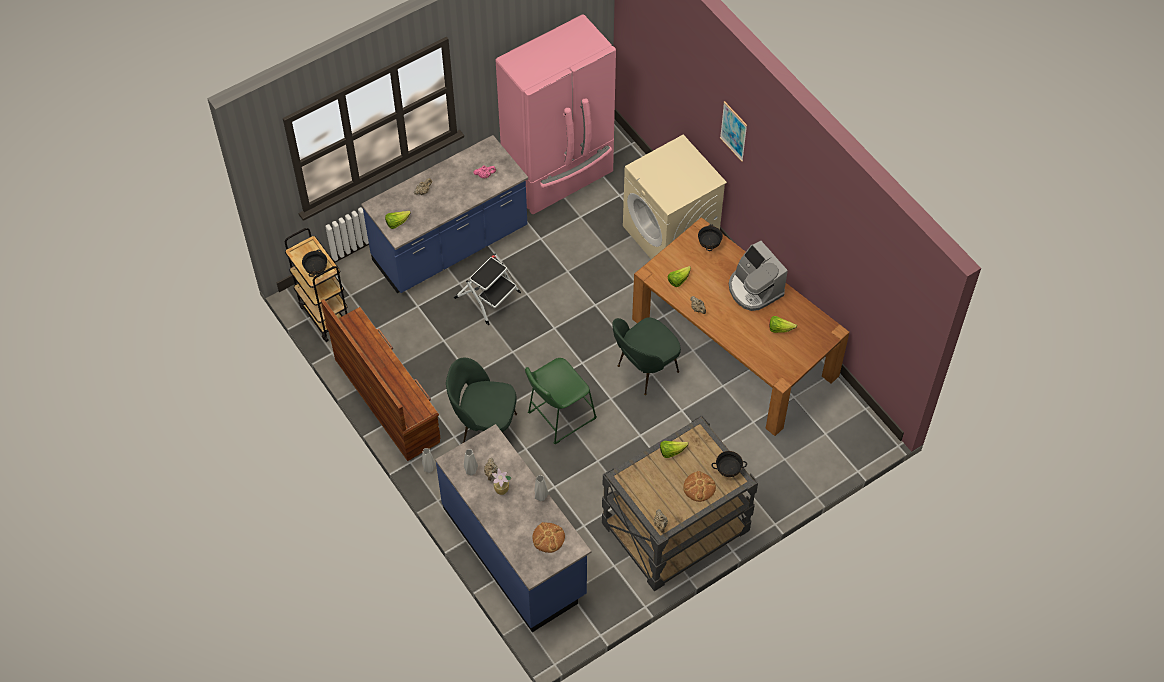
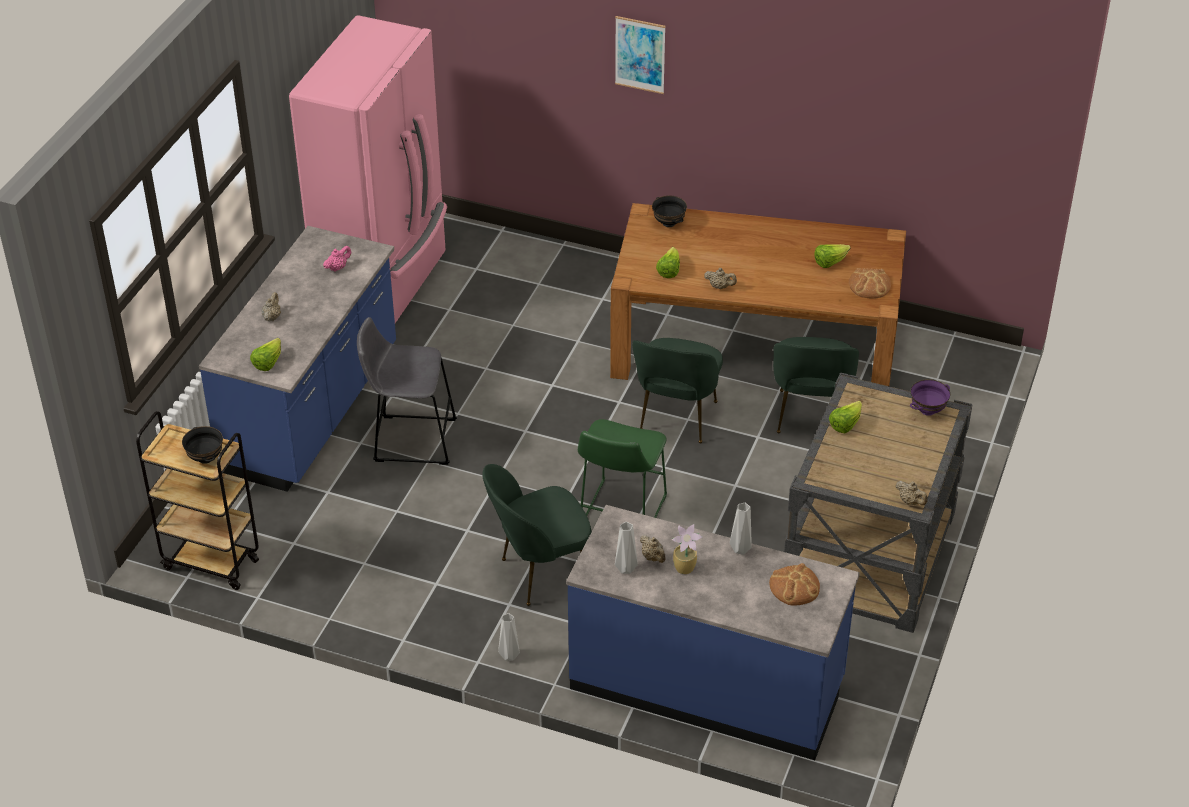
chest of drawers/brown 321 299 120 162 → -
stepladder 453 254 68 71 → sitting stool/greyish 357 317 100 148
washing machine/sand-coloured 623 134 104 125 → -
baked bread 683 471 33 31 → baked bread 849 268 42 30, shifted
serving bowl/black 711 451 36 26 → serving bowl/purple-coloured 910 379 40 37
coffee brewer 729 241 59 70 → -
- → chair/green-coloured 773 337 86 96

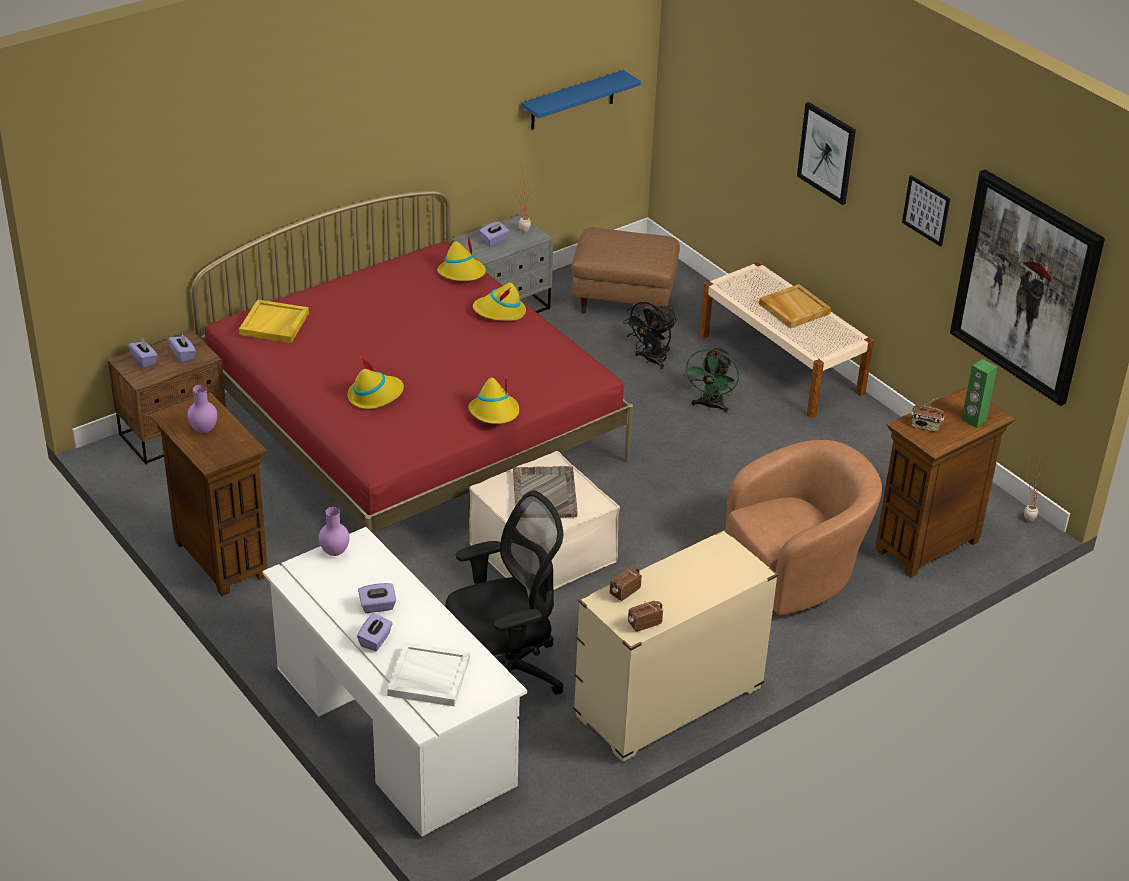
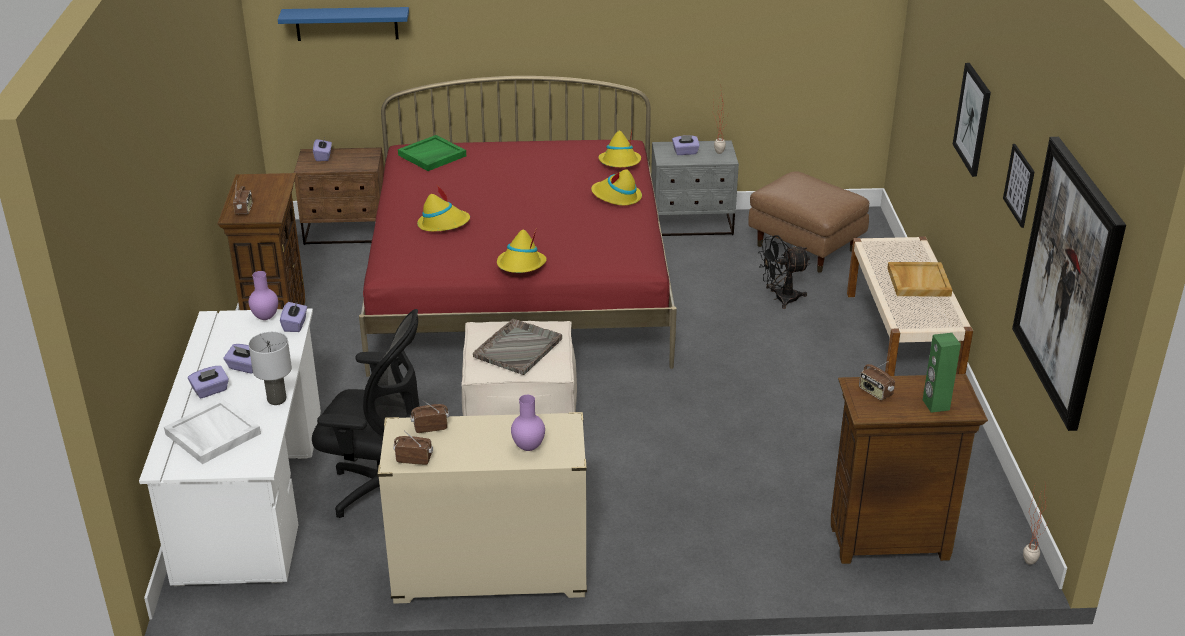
box of tissues/purple-coloured 168 333 28 30 → box of tissues/purple-coloured 280 301 27 31, shifted
vase/purple-coloured 188 385 29 48 → vase/purple-coloured 511 395 34 56, shifted
tray/yellowish 239 300 70 43 → tray/green-coloured 398 135 68 36
shelf/bluish 522 70 119 60 → shelf/bluish 278 7 131 34, shifted
electric fan/green-coloured 683 347 56 66 → -
armchair/brown 725 440 157 175 → -
- → radio set 233 186 20 29
- → tabletop lamp/white-coloured 249 332 43 73

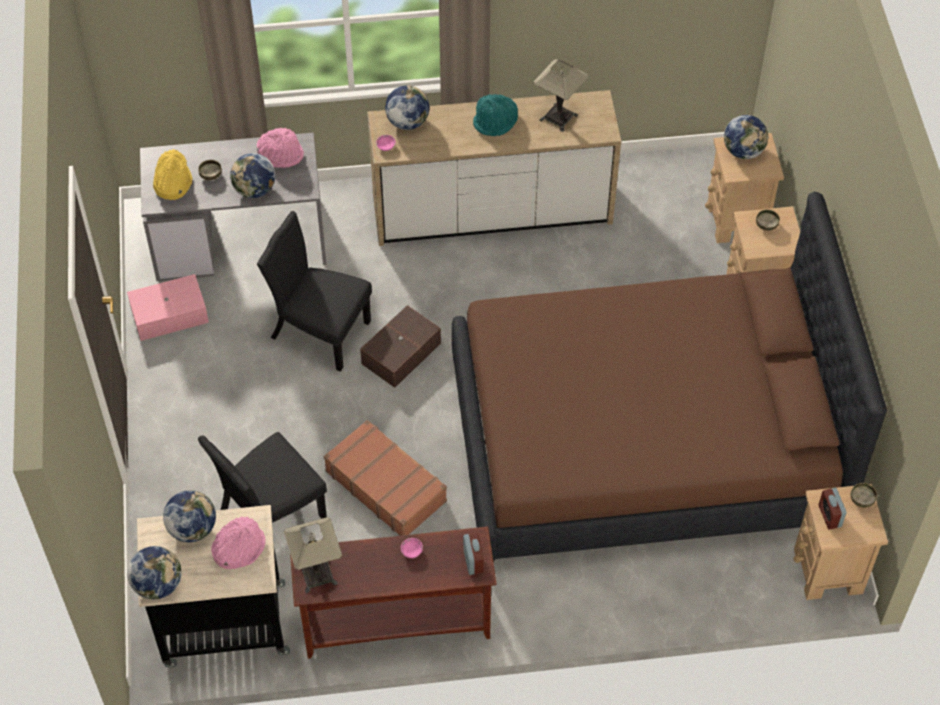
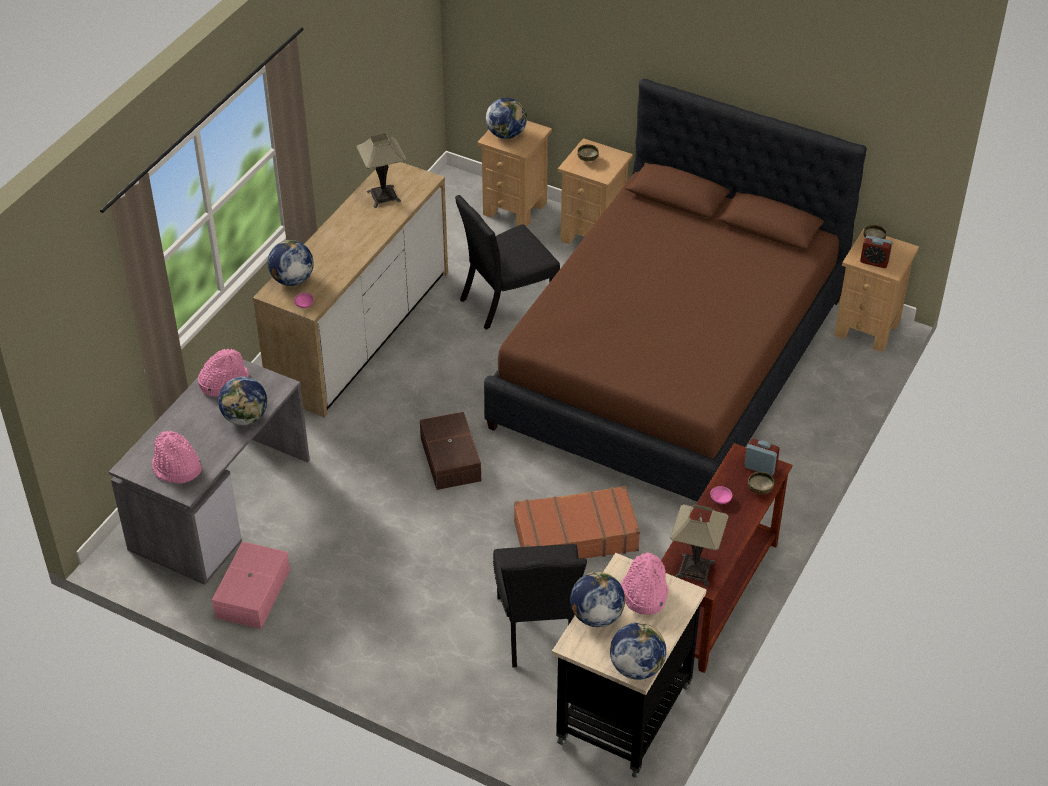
wearable hat/yellowish 153 149 39 51 → wearable hat/pink 152 430 50 54
serving bowl 198 160 24 20 → serving bowl 748 472 26 23, shifted
chair/black 257 211 115 161 → chair/black 455 195 105 135, shifted
wearable hat/turquoise-coloured 473 94 45 42 → -

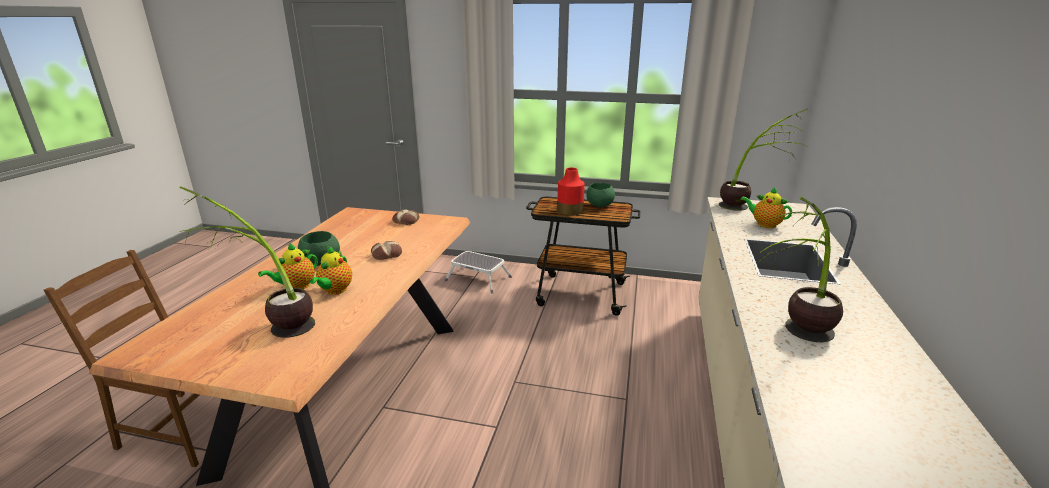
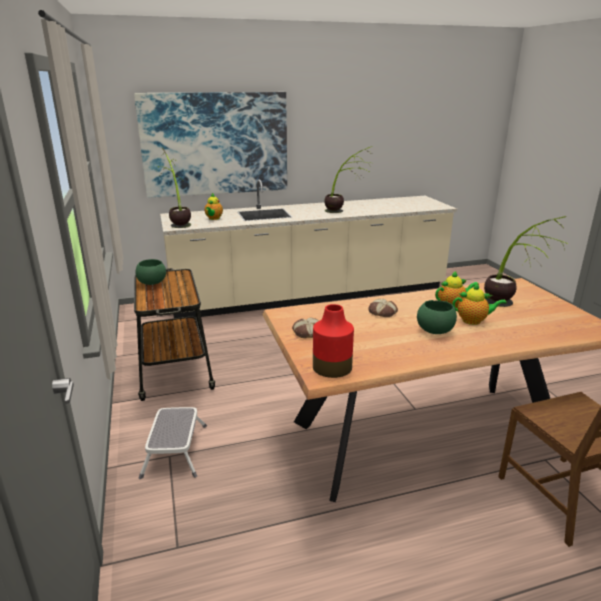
vase/red 557 168 28 48 → vase/red 313 304 41 74, shifted
- → wall picture 134 92 153 106

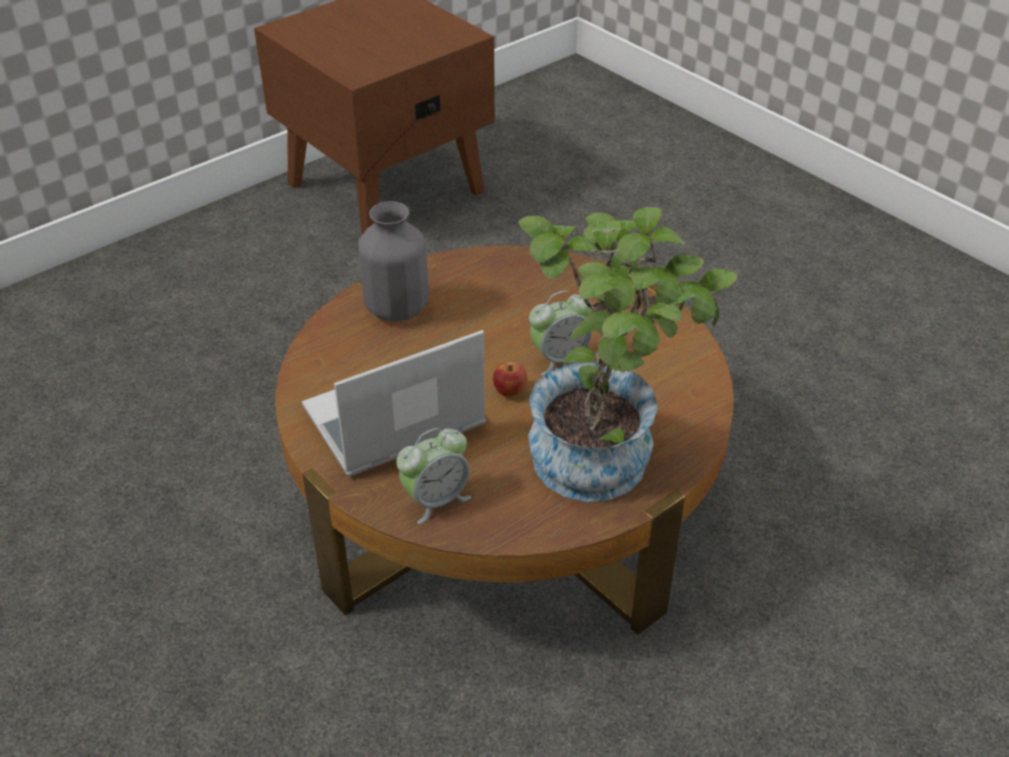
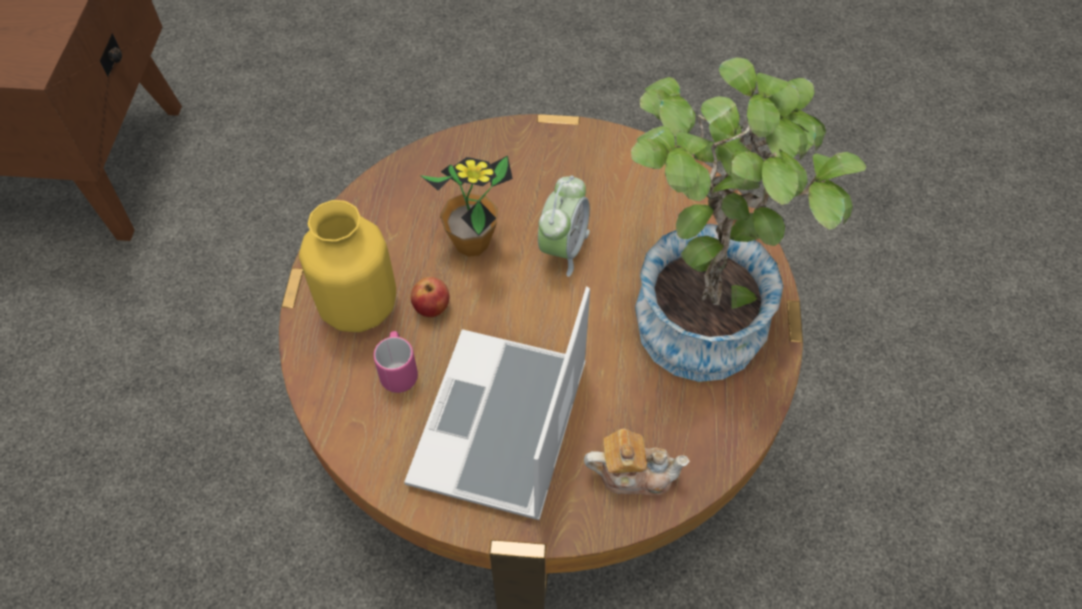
vase/greyish 358 201 71 121 → vase/yellowish 299 200 97 132
alarm clock 396 428 75 96 → teapot 584 429 106 67
apple fruit 493 361 34 36 → apple fruit 411 277 39 40, shifted
- → tea mug/pink 373 331 45 62
- → potted plant 420 155 93 102

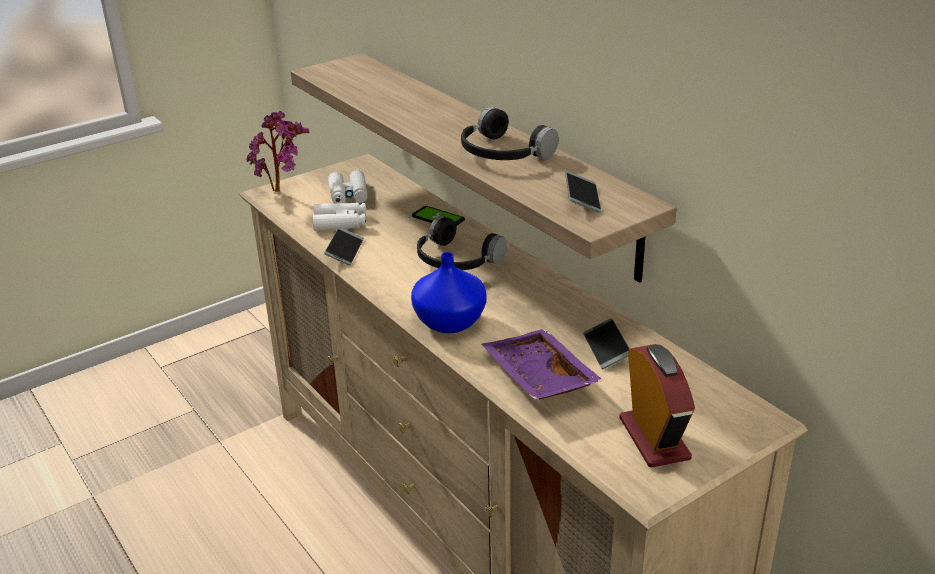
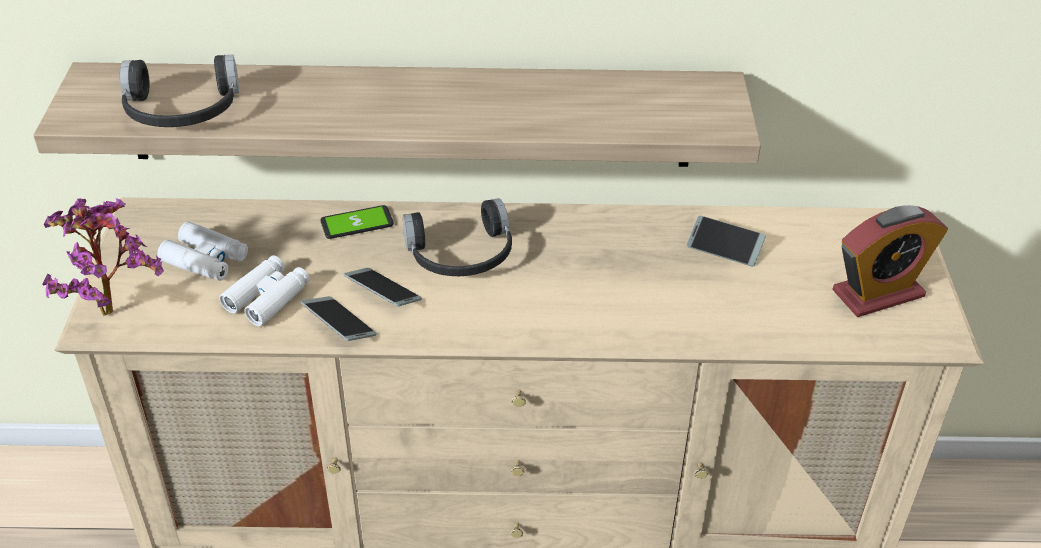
vase/bluish 411 252 75 81 → -
headset/black 461 107 98 53 → headset/black 120 54 119 73, shifted
tray/purple-coloured 482 329 122 71 → -
telephone 565 171 36 42 → telephone 344 268 78 38, shifted
alarm clock 619 344 76 124 → alarm clock 832 205 116 112, 135 degrees clockwise

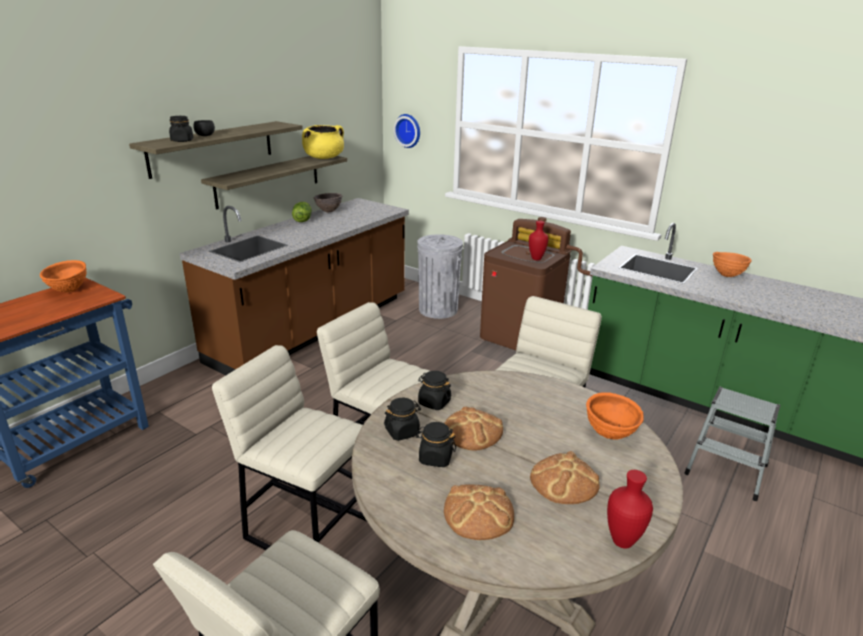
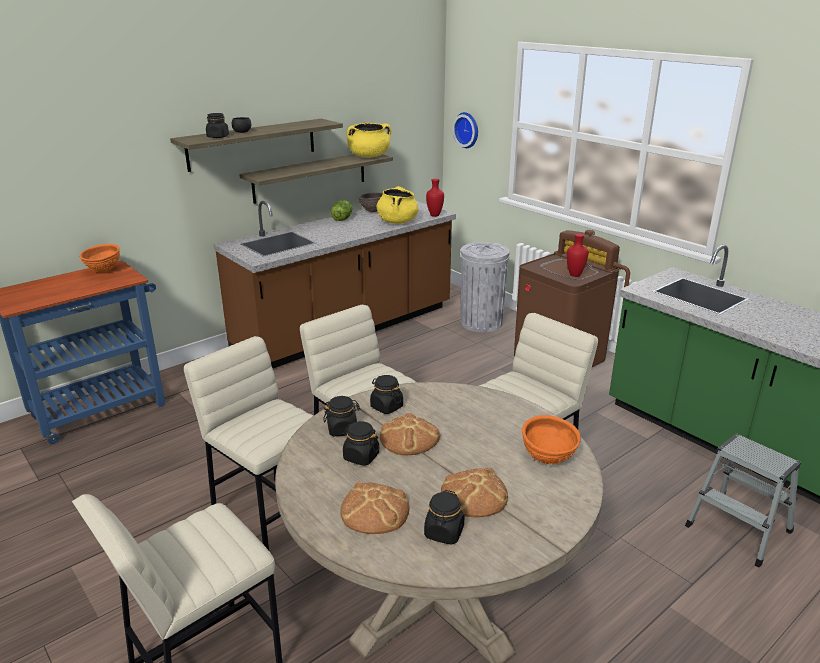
vase/red 607 470 46 78 → vase/red 426 179 18 38, shifted
serving bowl/orangey 713 252 38 25 → -
- → saucepot/yellowish 377 186 41 38
- → storage jar/black 424 490 40 55

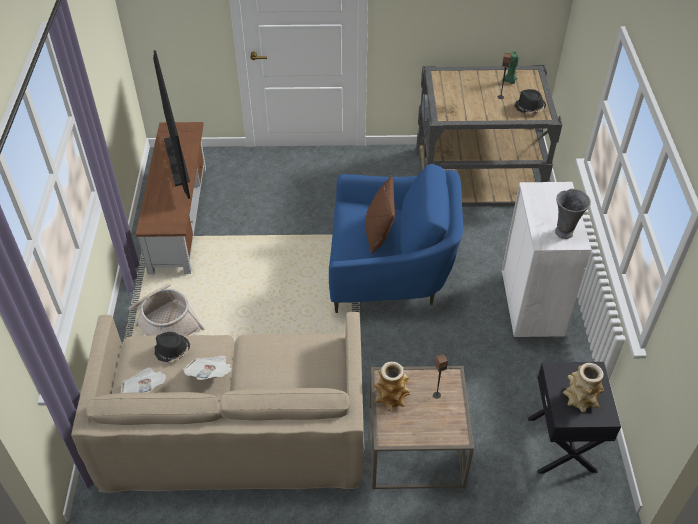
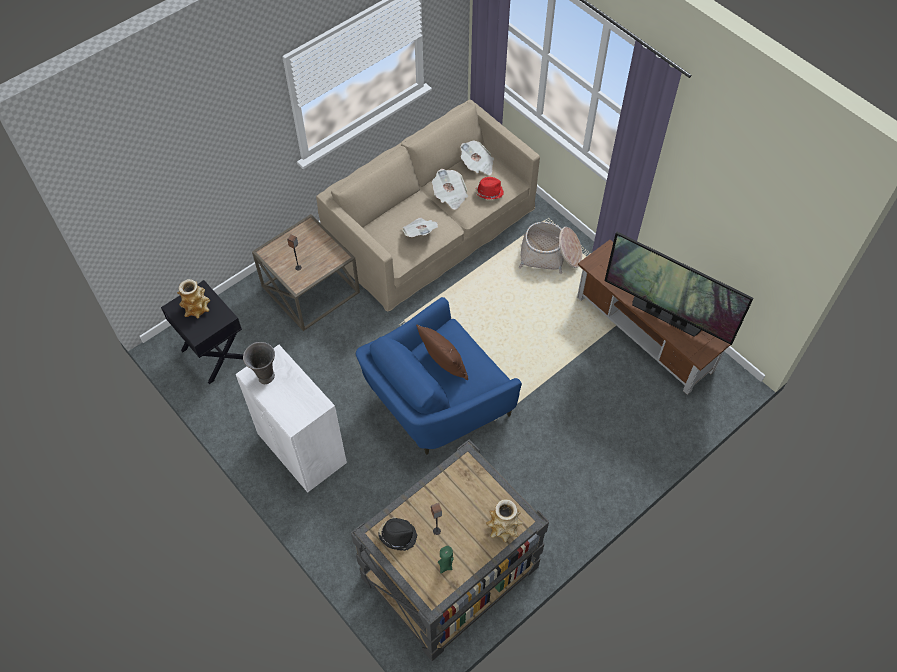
wearable hat/black 155 332 35 30 → wearable hat/red 475 177 29 23
vase 373 362 37 49 → vase 486 499 37 43, shifted
- → daily paper 402 217 36 20

